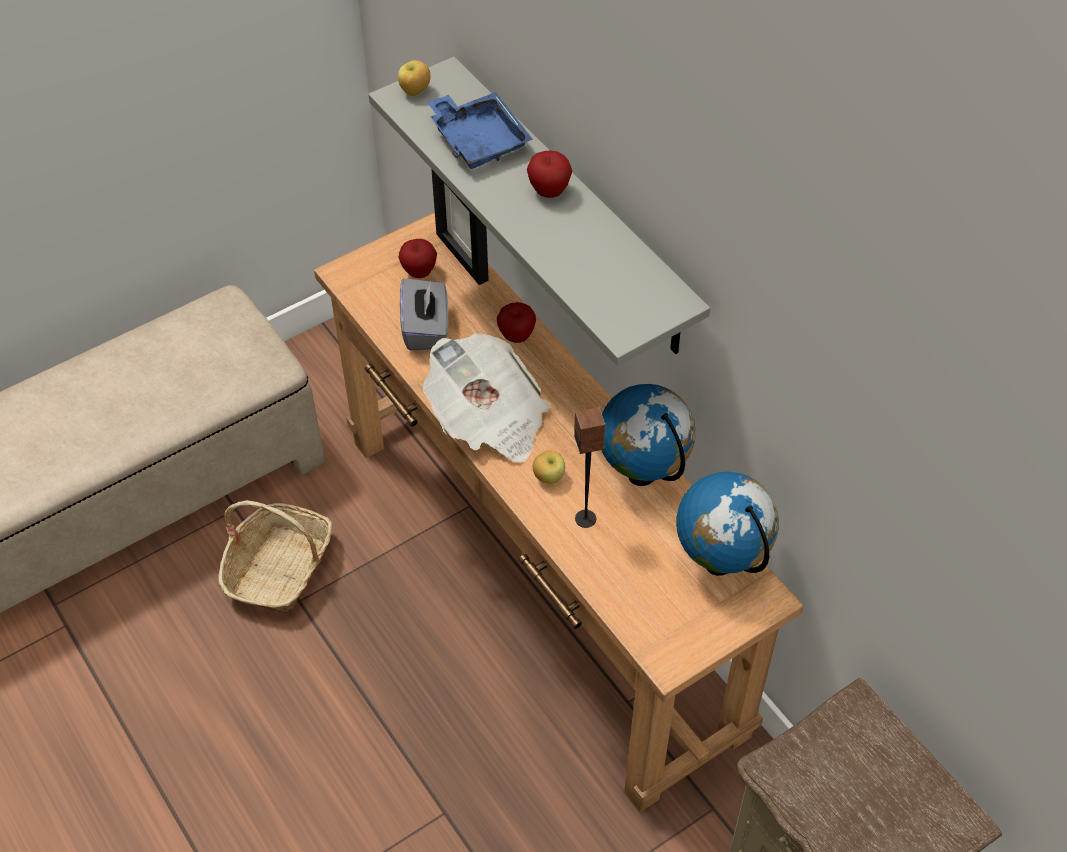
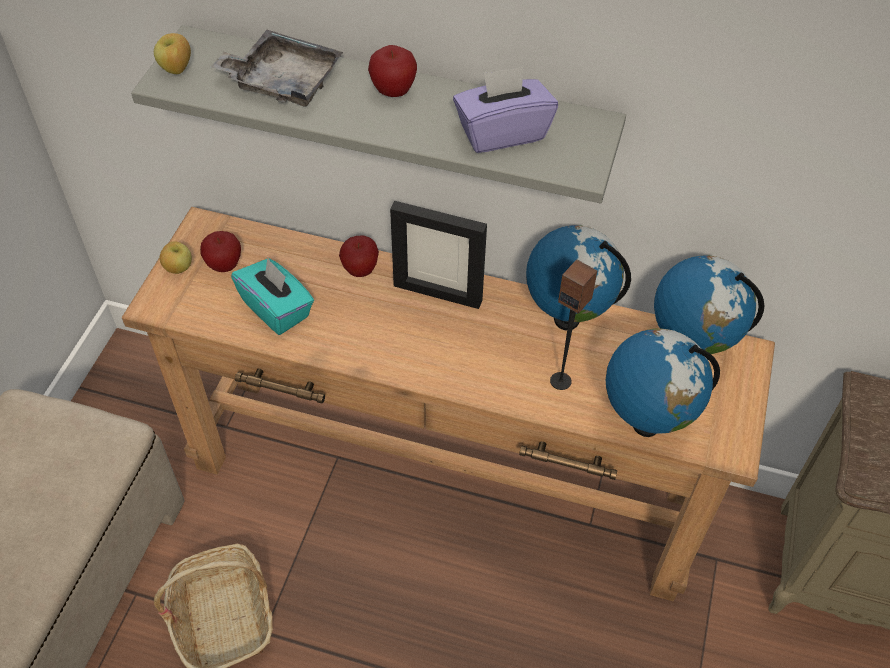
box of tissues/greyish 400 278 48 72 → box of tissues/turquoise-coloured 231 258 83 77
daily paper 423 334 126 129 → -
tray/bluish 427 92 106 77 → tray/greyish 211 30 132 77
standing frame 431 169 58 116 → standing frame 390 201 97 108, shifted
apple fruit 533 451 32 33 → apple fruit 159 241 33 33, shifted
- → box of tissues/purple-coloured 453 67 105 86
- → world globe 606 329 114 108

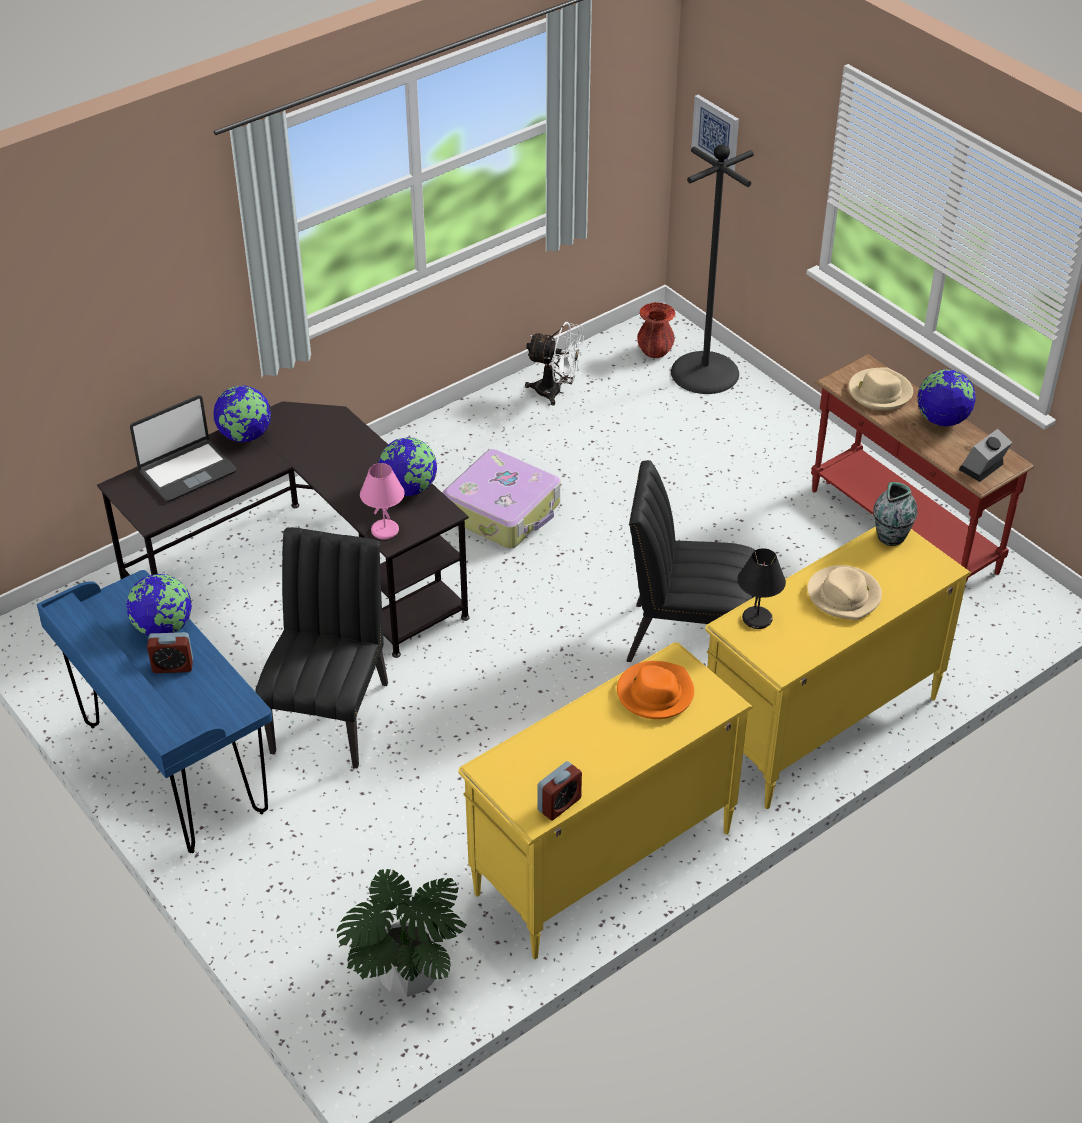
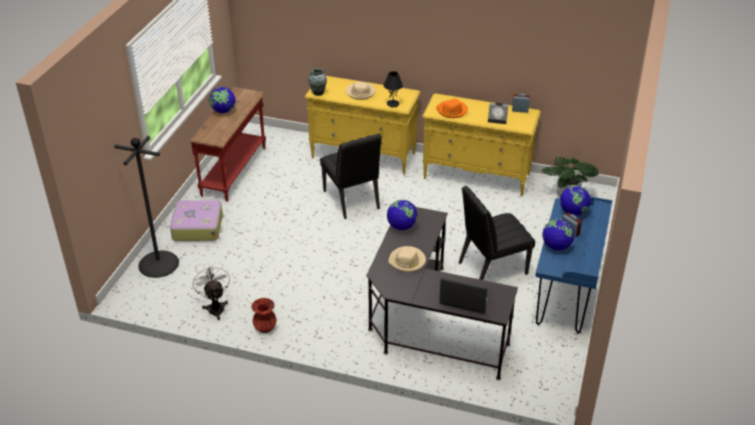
world globe 213 385 58 57 → world globe 560 186 31 29, shifted
tabletop lamp/pink 360 463 45 77 → -
suitcase 442 449 118 99 → suitcase 170 200 53 41, shifted
vase/red 637 302 39 56 → vase/red 251 298 26 35, shifted
wall picture 691 95 48 76 → -
wearable hat/sand-coloured 848 367 65 43 → wearable hat/sand-coloured 388 246 38 26, shifted
alarm clock 959 429 53 53 → alarm clock 488 103 20 21, shifted

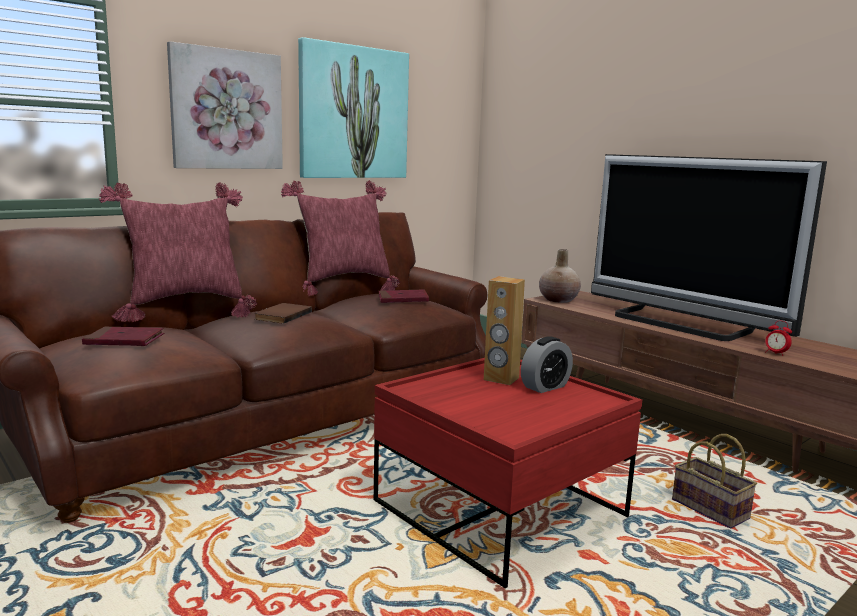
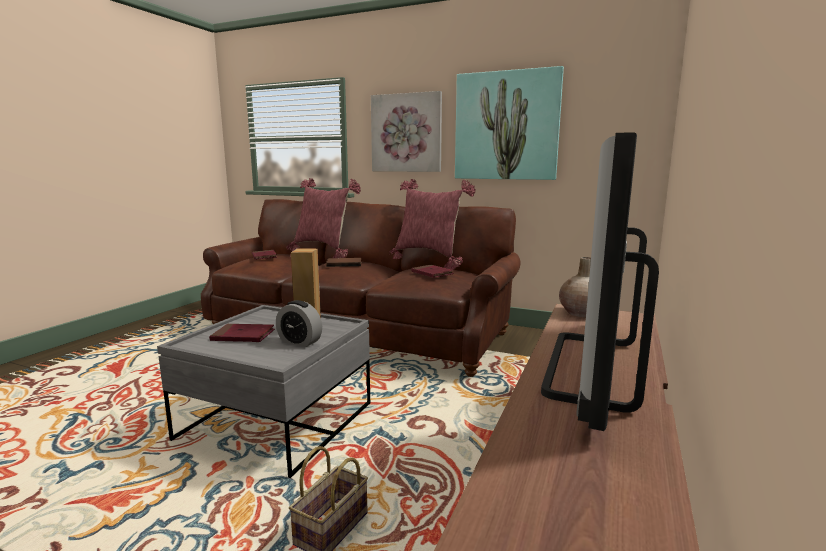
low table/red 374 358 268 230 → low table/greyish 157 305 213 173
alarm clock 765 321 27 35 → -
- → volume/red 209 324 66 18

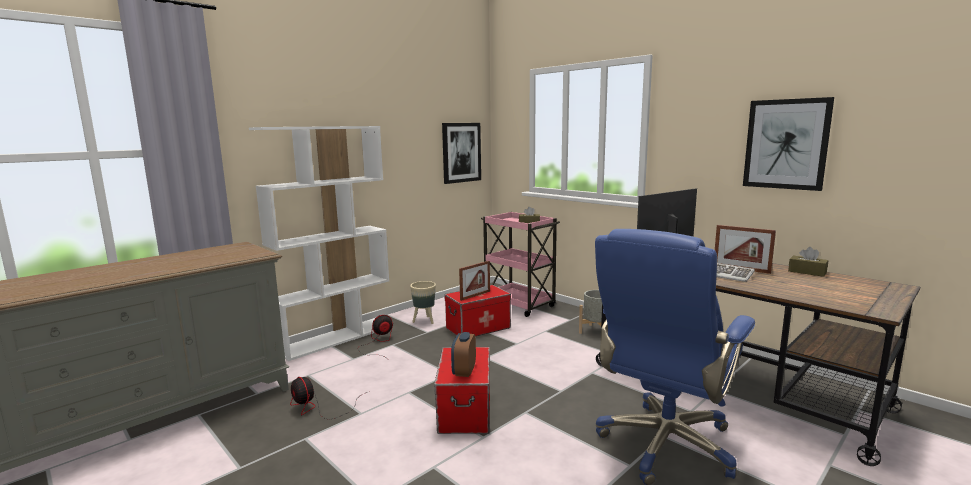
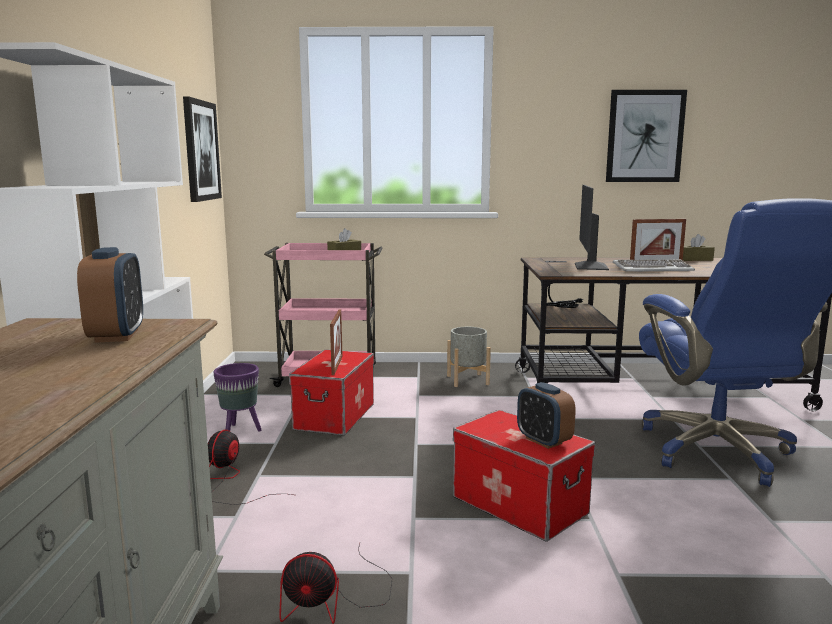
plant pot/sand-coloured 410 281 26 43 → plant pot/purple-coloured 213 363 49 69
- → alarm clock 77 247 66 96

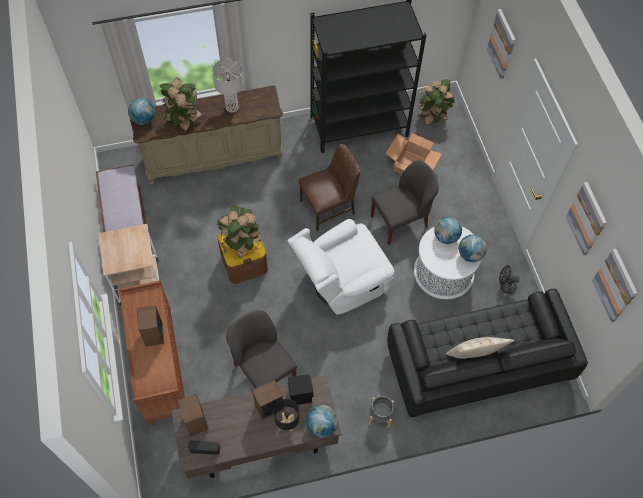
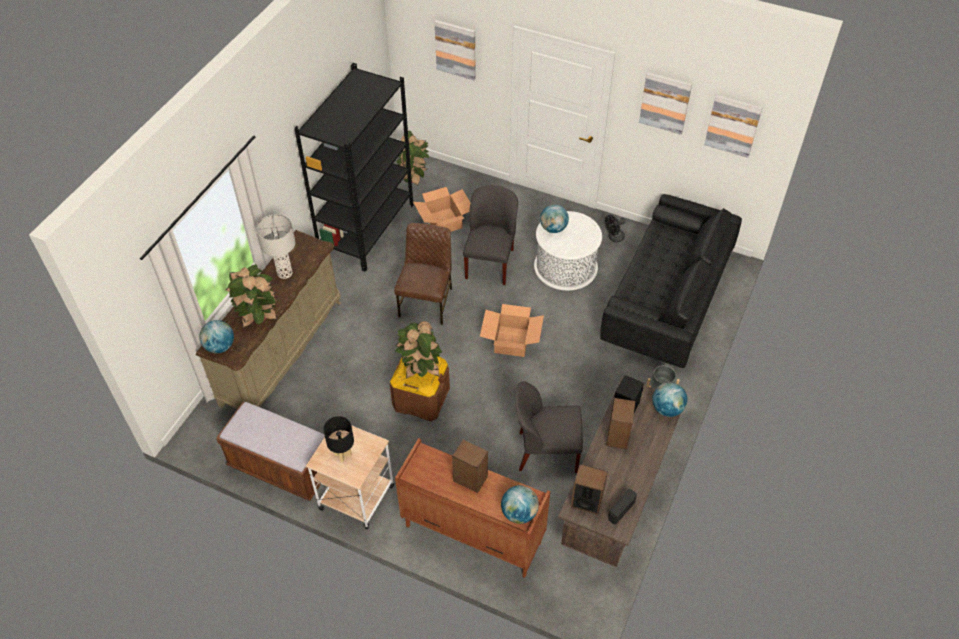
tabletop lamp/black 274 399 25 32 → tabletop lamp/black 323 416 31 46, shifted
armchair/white-coloured 287 219 107 96 → packing box 480 304 64 53
pillow/sand-coloured 446 337 69 22 → -
world globe 459 235 28 27 → world globe 501 485 38 39, shifted

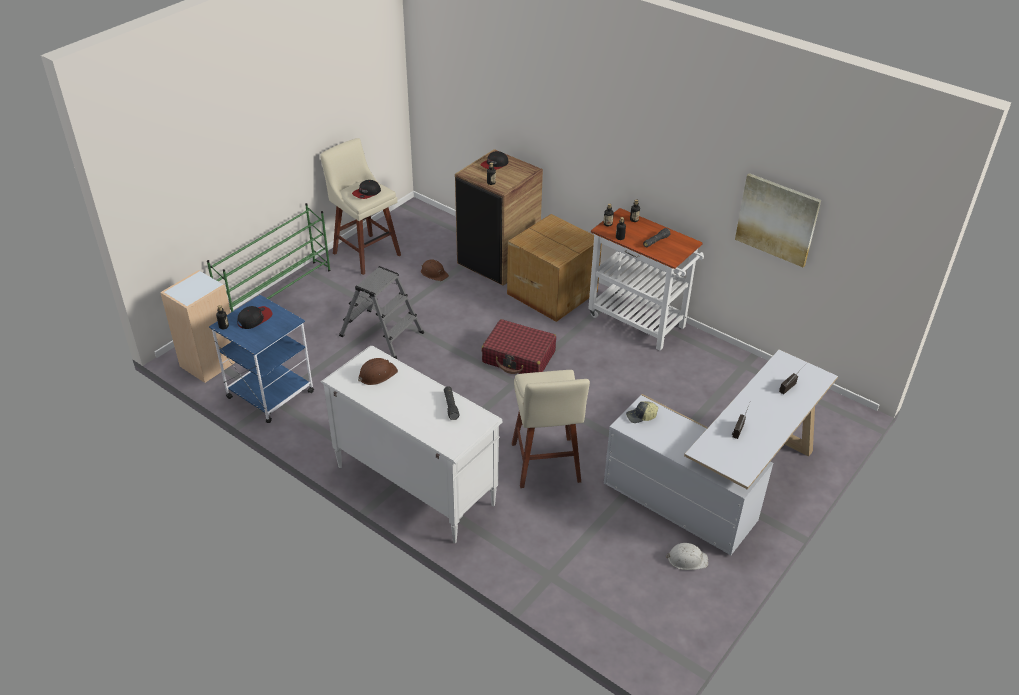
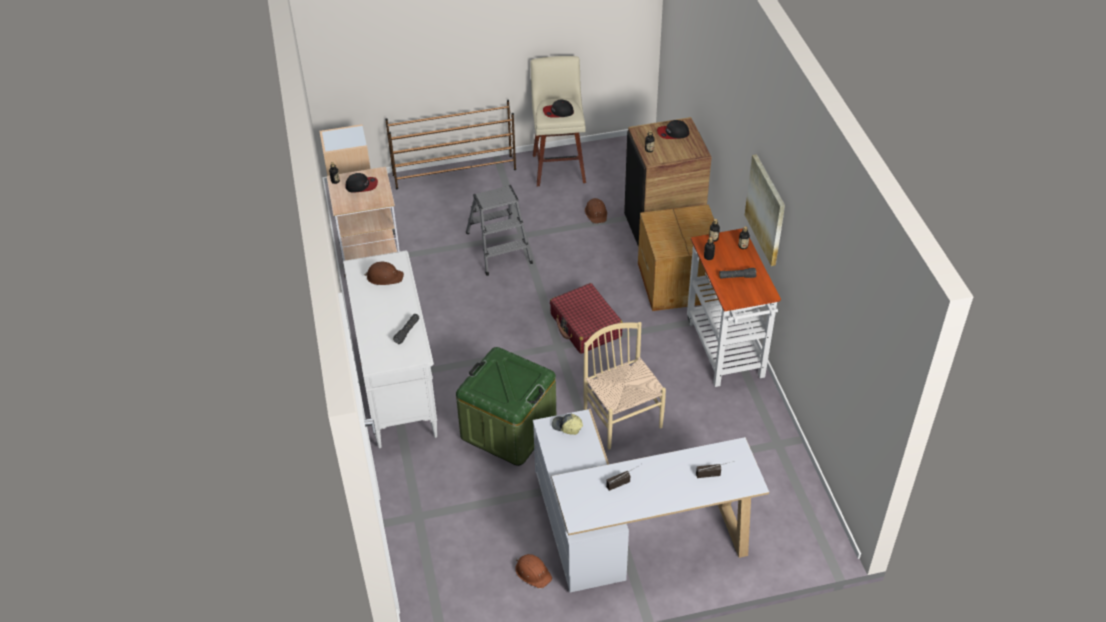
shoe stand/green-coloured 207 203 124 109 → shoe stand/brown 385 100 131 89
cart/bluish 209 295 105 128 → cart/sand-coloured 327 167 73 110
sitting stool/sand-coloured 512 370 78 118 → storage bin/green-coloured 456 347 100 119
hard hat/white-coloured 666 543 42 27 → hard hat/brown 515 554 37 34
wall picture 735 173 86 94 → wall picture 745 154 40 112, shifted
- → chair/sand-coloured 583 322 83 128

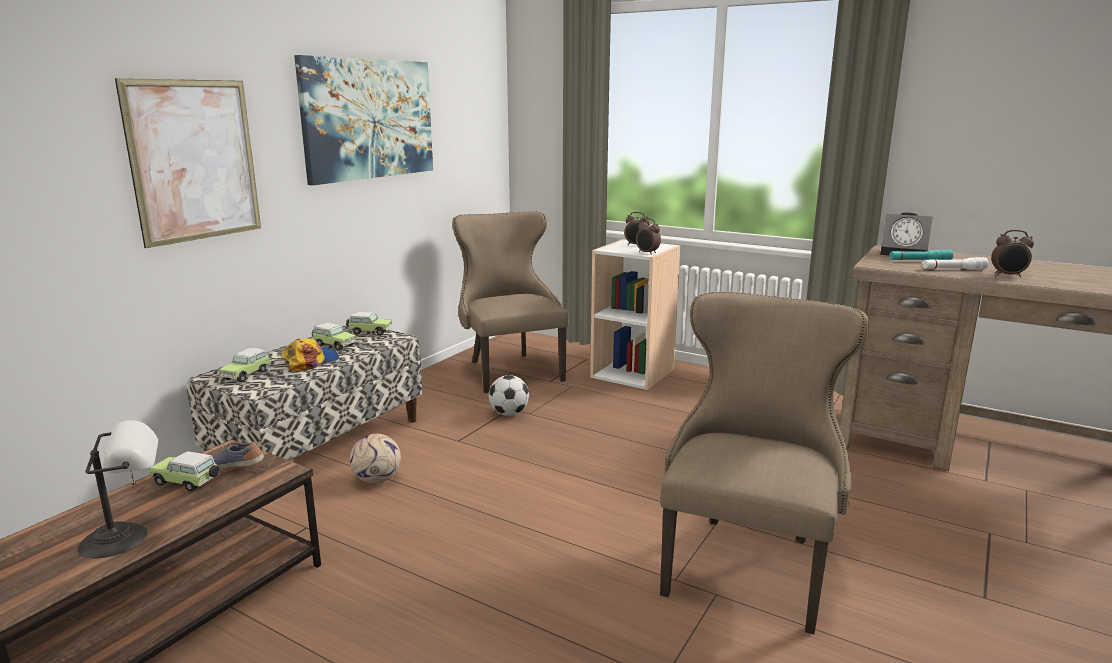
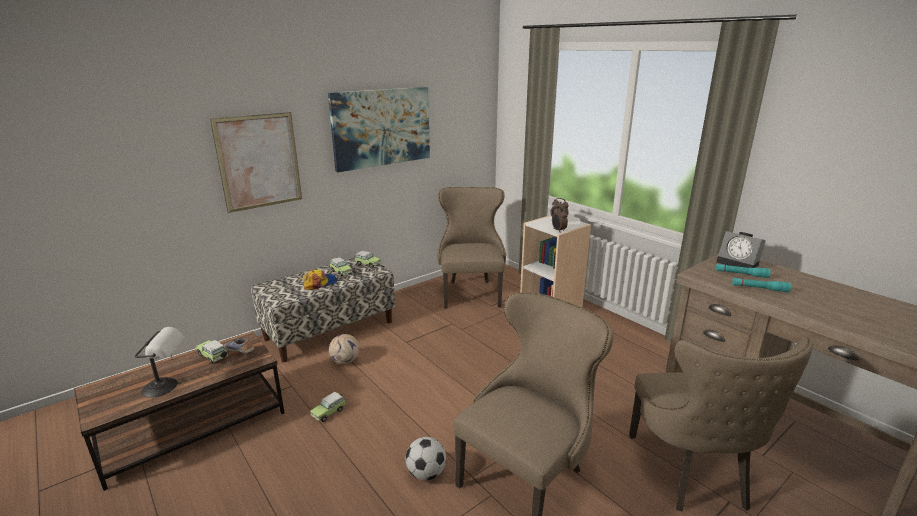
miniature car 219 348 51 34 → miniature car 310 392 36 30, shifted
football 489 375 40 41 → football 406 437 40 43, shifted
flashlight/white-coloured 922 257 67 13 → flashlight/turquoise-coloured 732 278 59 14
alarm clock 991 230 43 47 → -
- → chair/sand-coloured 629 338 184 173

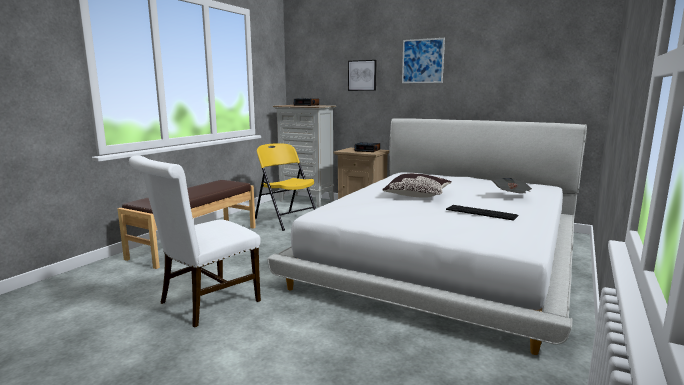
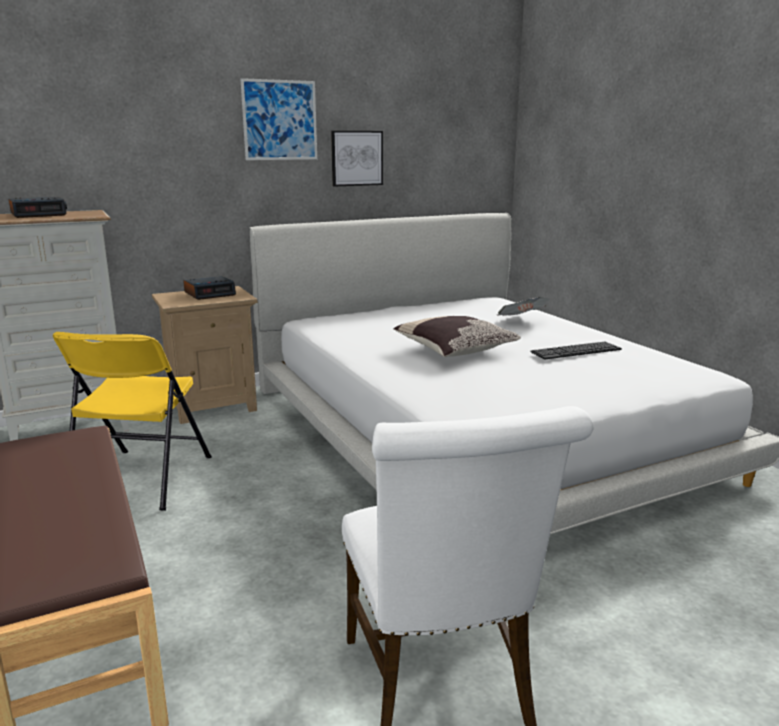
chair/yellowish 255 143 61 88 → chair/yellowish 53 332 159 179, 75 degrees counterclockwise
wall picture 348 60 29 31 → wall picture 331 131 52 55, shifted

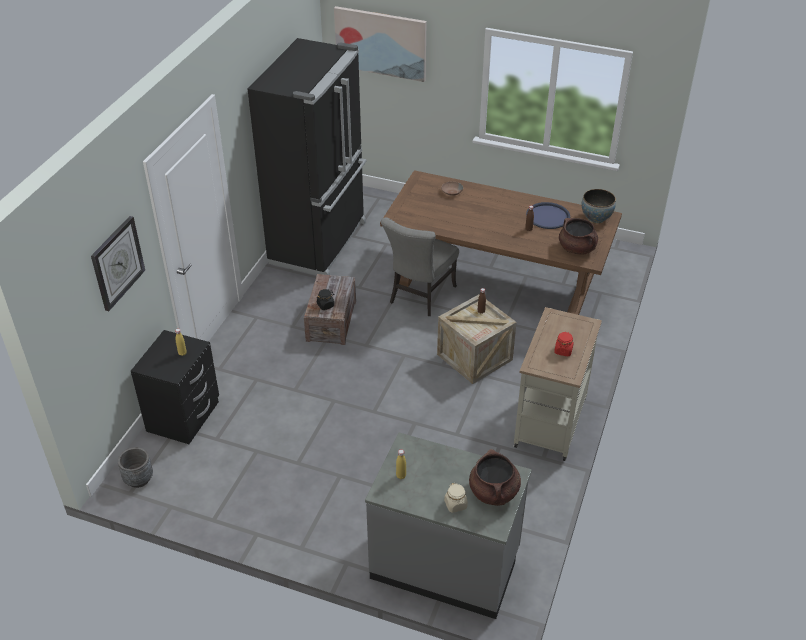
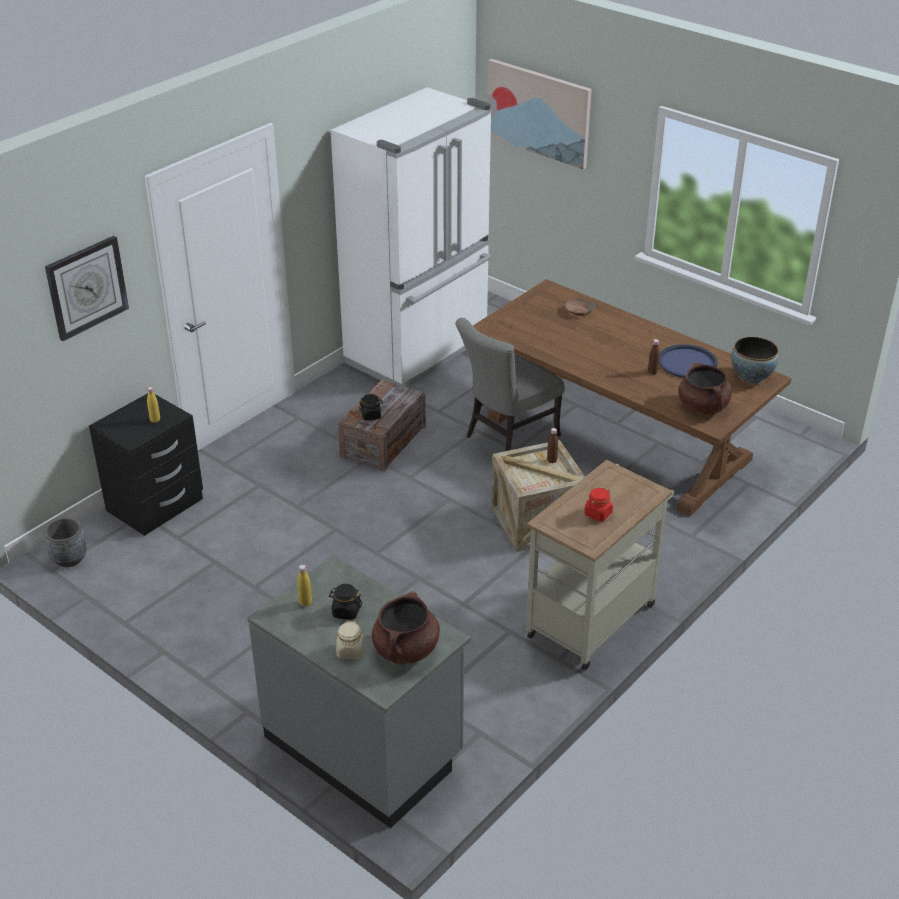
refrigerator/black 248 38 118 237 → refrigerator/white-coloured 331 87 161 301
- → storage jar/black 329 584 33 36

